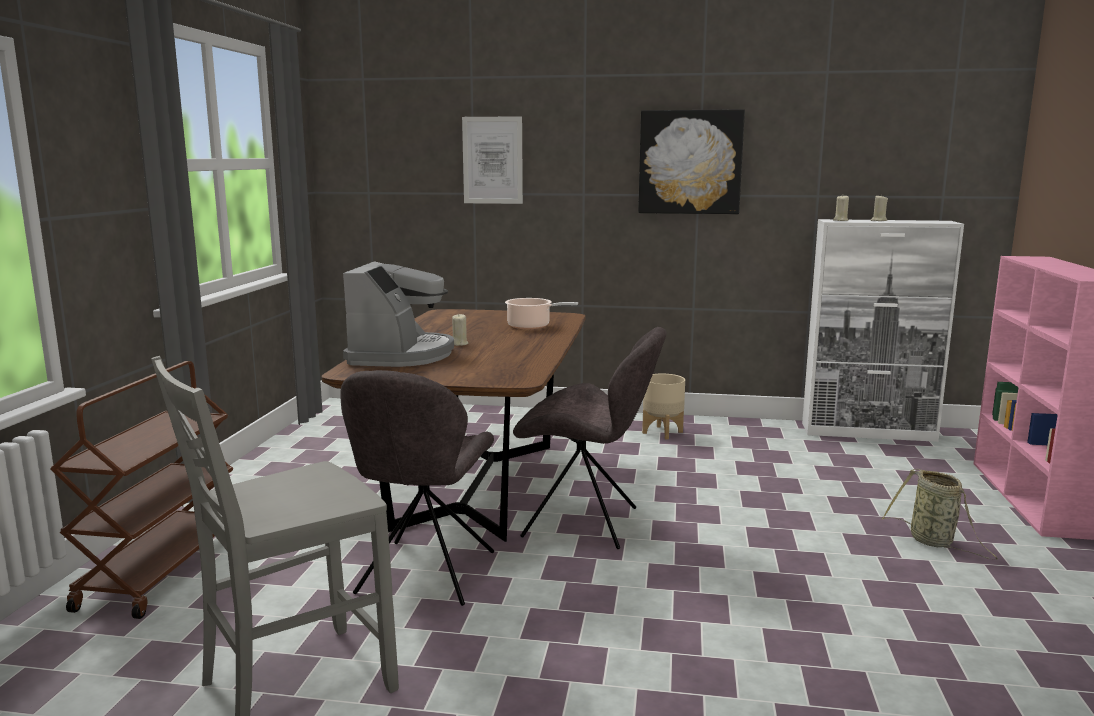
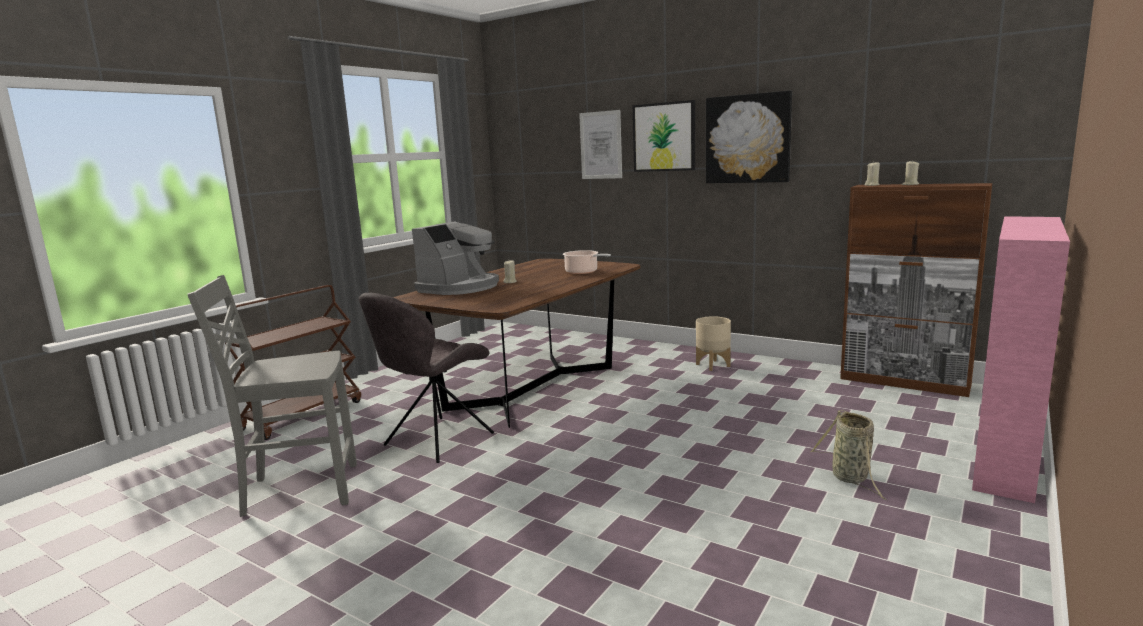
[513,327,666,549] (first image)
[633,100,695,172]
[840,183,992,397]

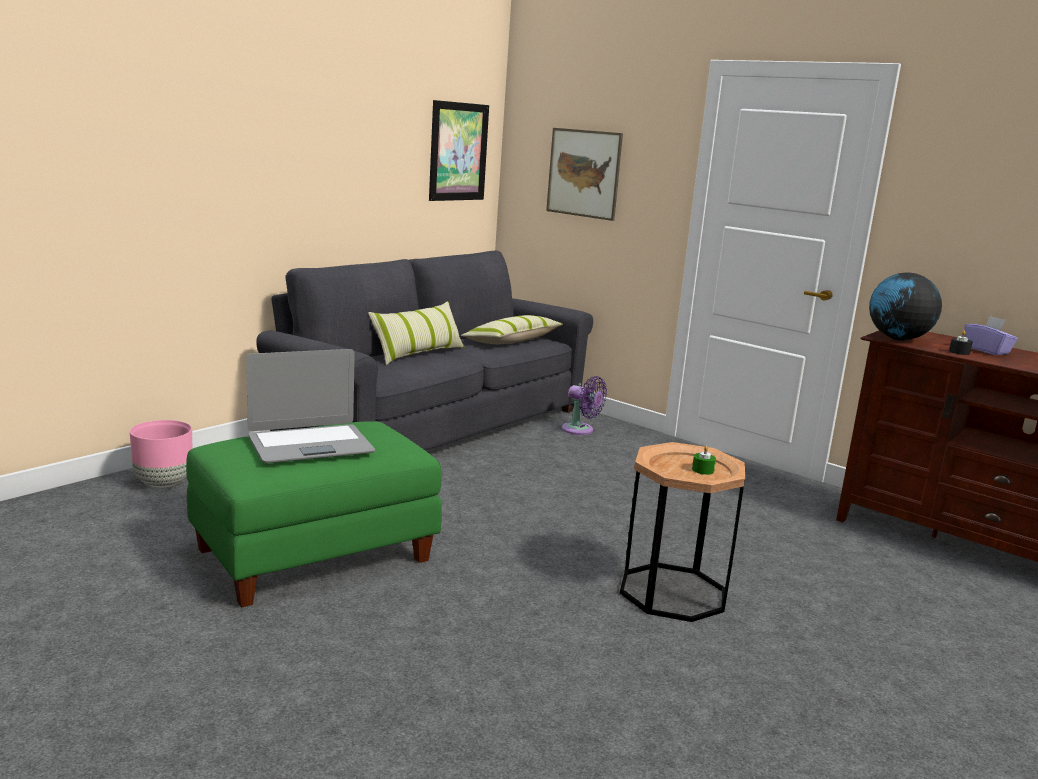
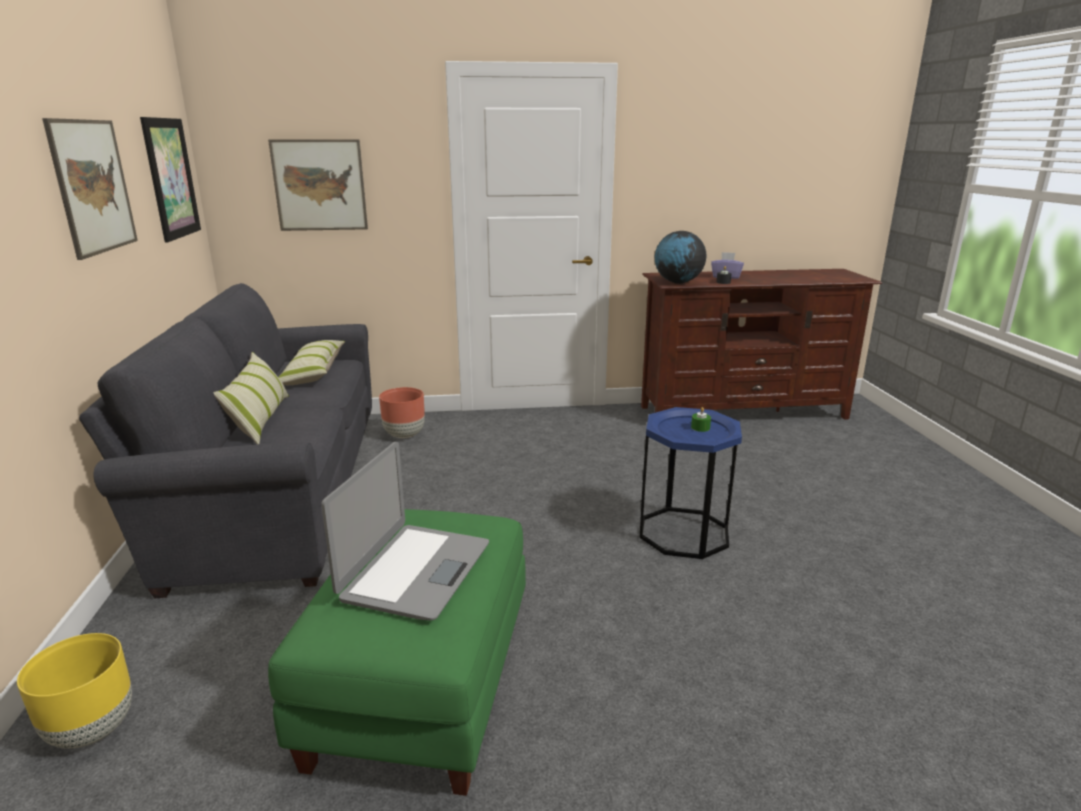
[42,118,138,260]
[379,387,425,438]
[17,633,132,748]
[639,407,742,559]

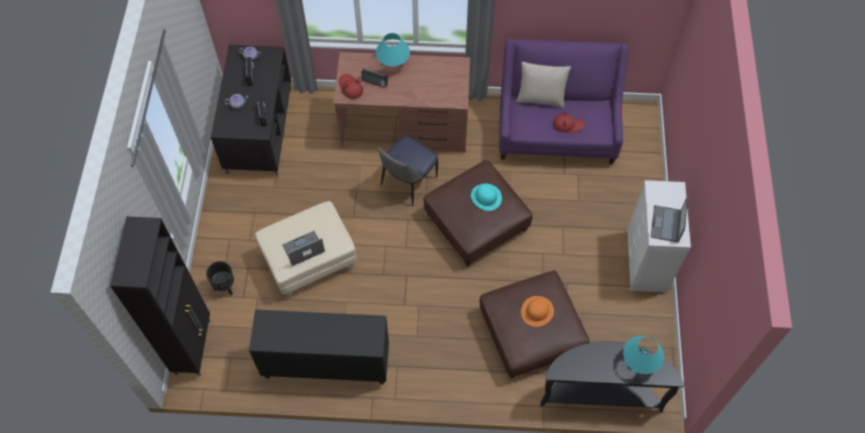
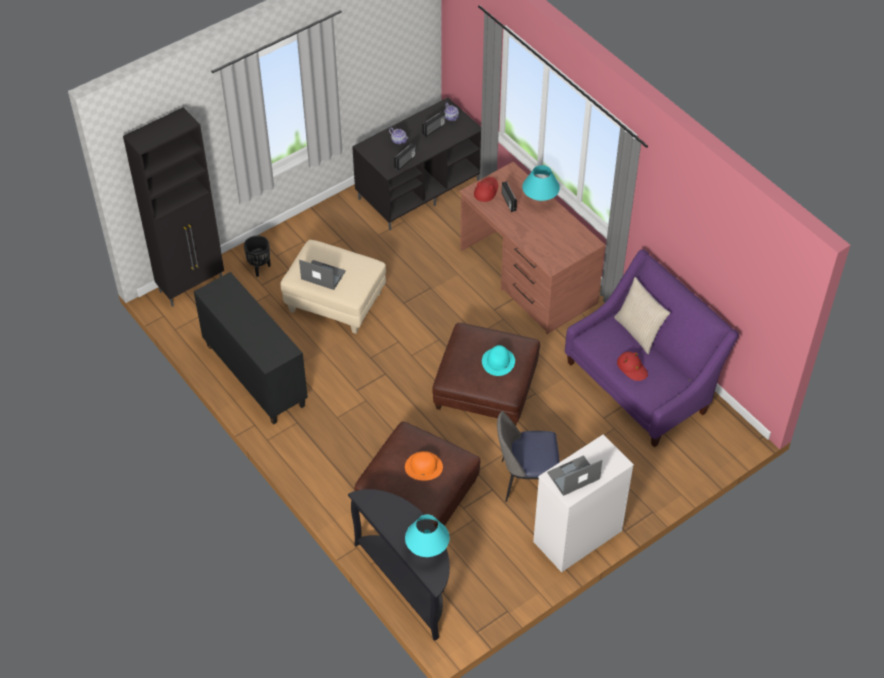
[497,411,560,502]

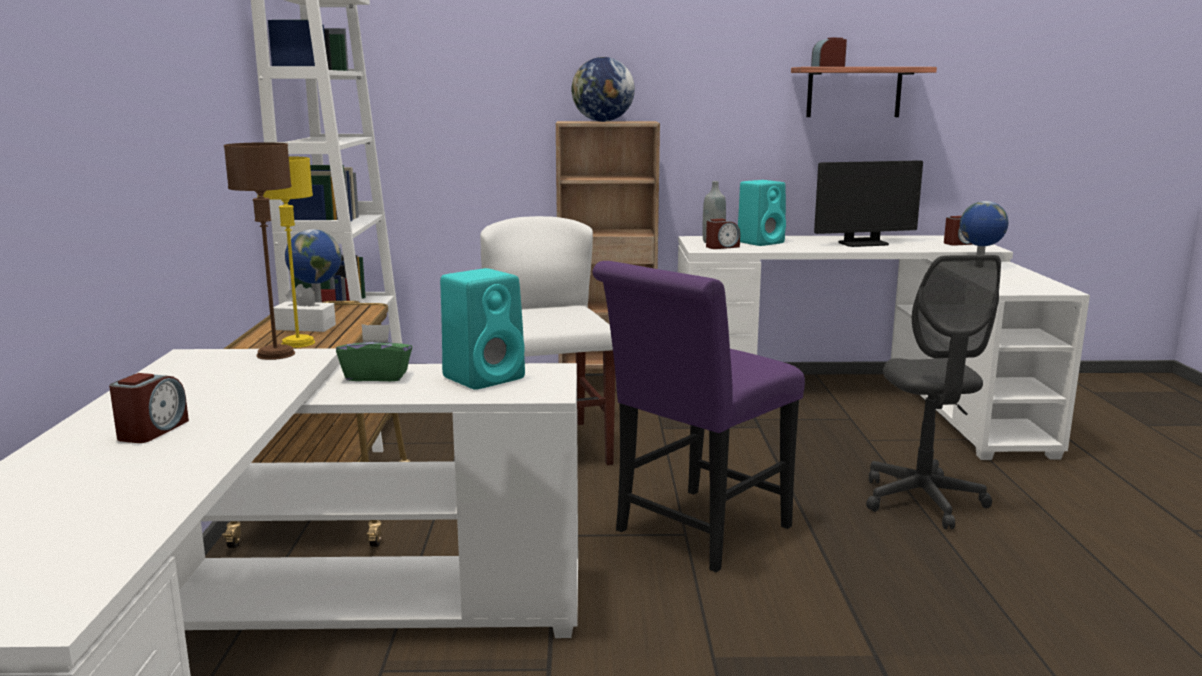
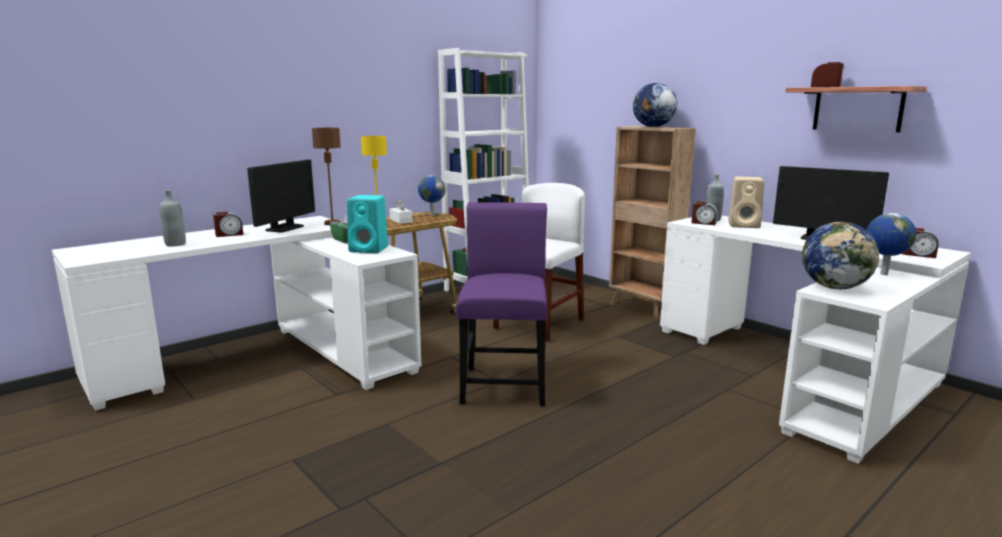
[866,255,1001,529] (first image)
[160,190,186,247]
[247,160,315,232]
[802,222,879,289]
[728,177,764,228]
[456,202,547,407]

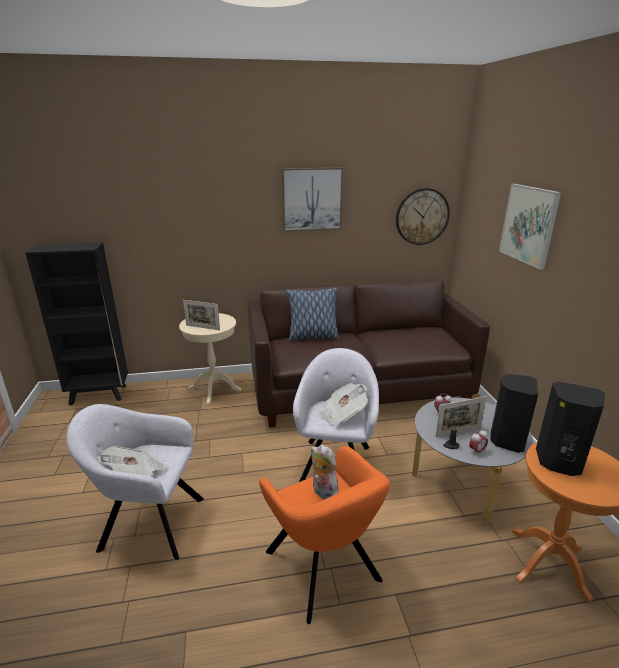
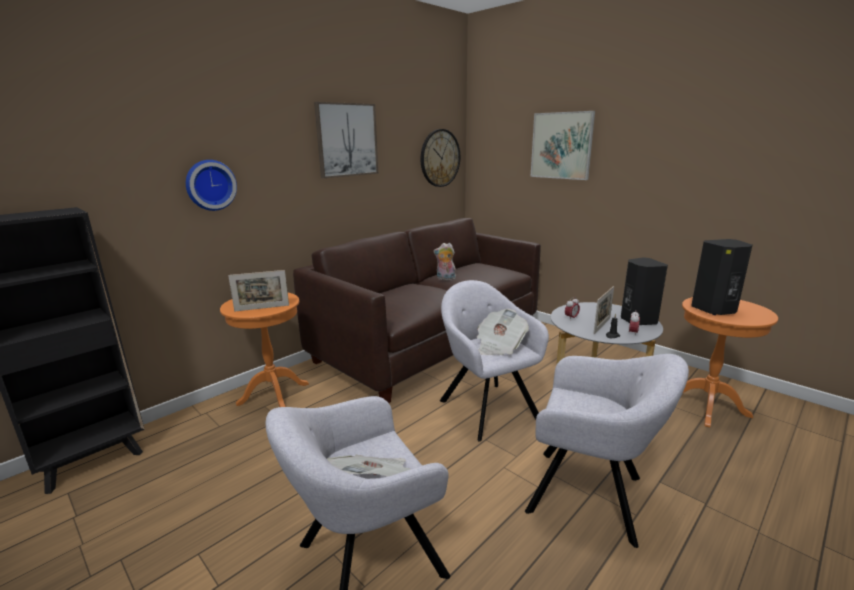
[285,287,339,341] (first image)
[186,160,237,211]
[434,243,457,281]
[220,293,309,407]
[525,354,689,548]

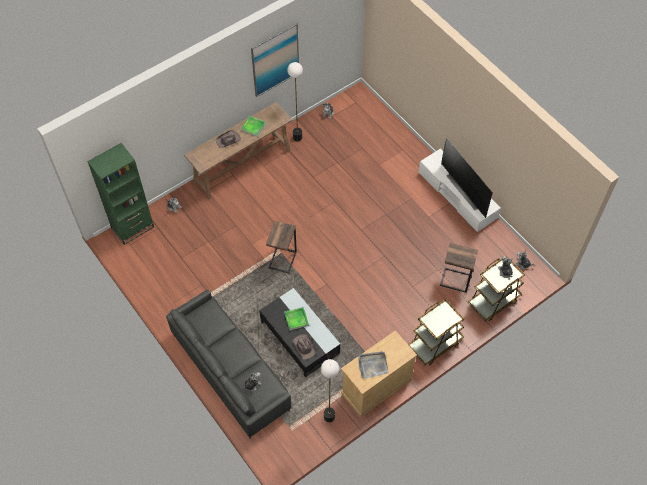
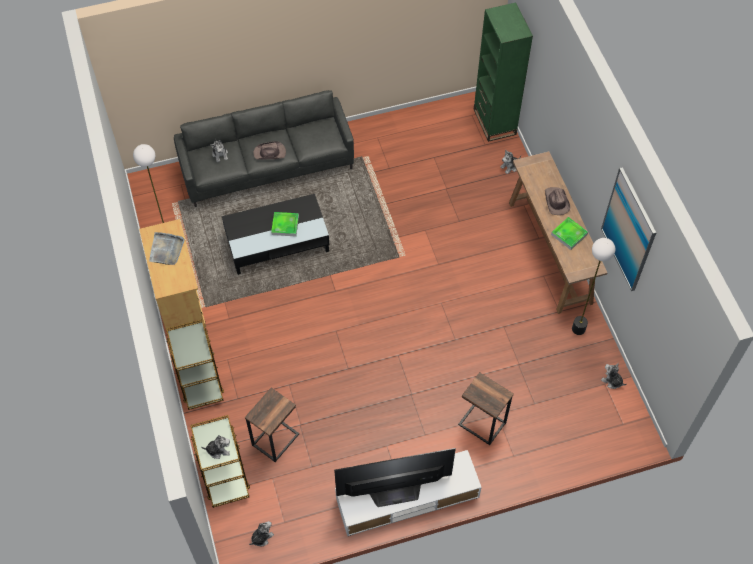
[458,372,514,445]
[253,141,286,160]

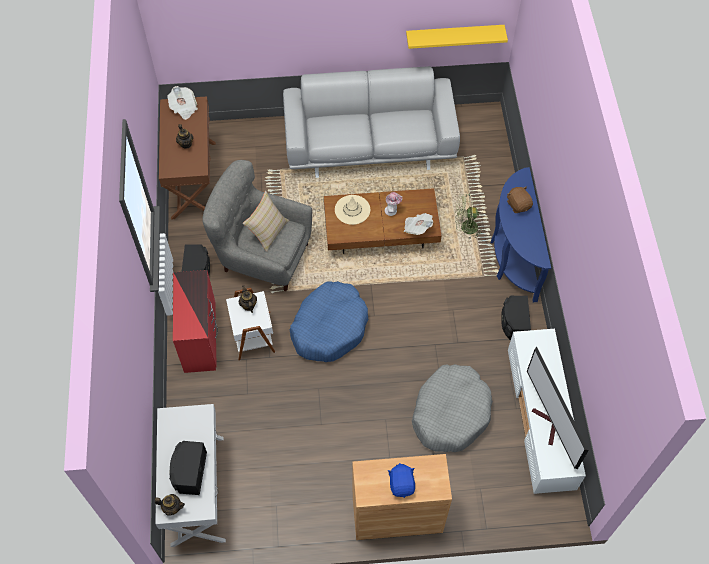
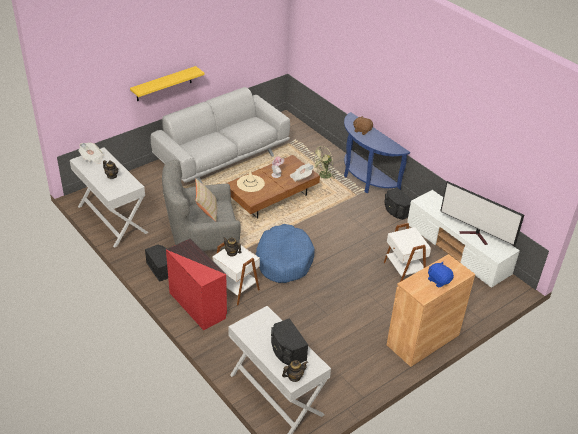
[130,66,205,101]
[383,223,431,282]
[70,147,148,248]

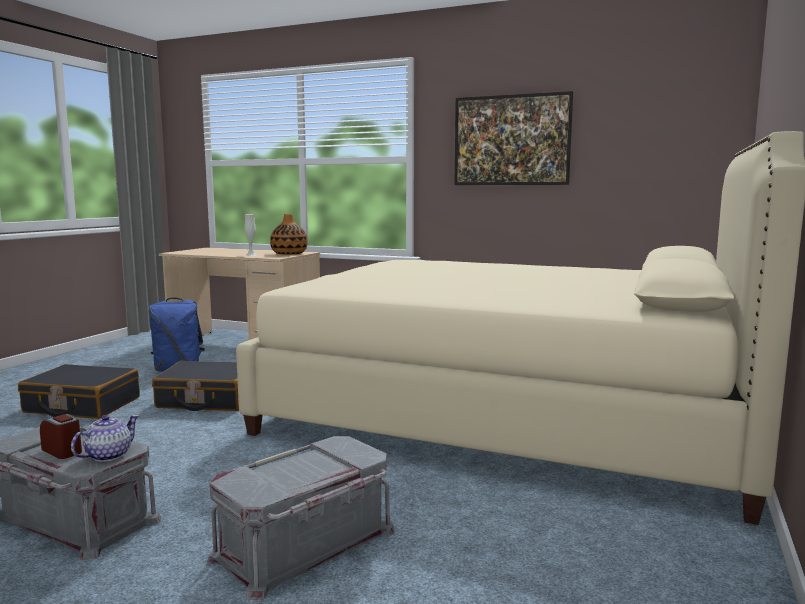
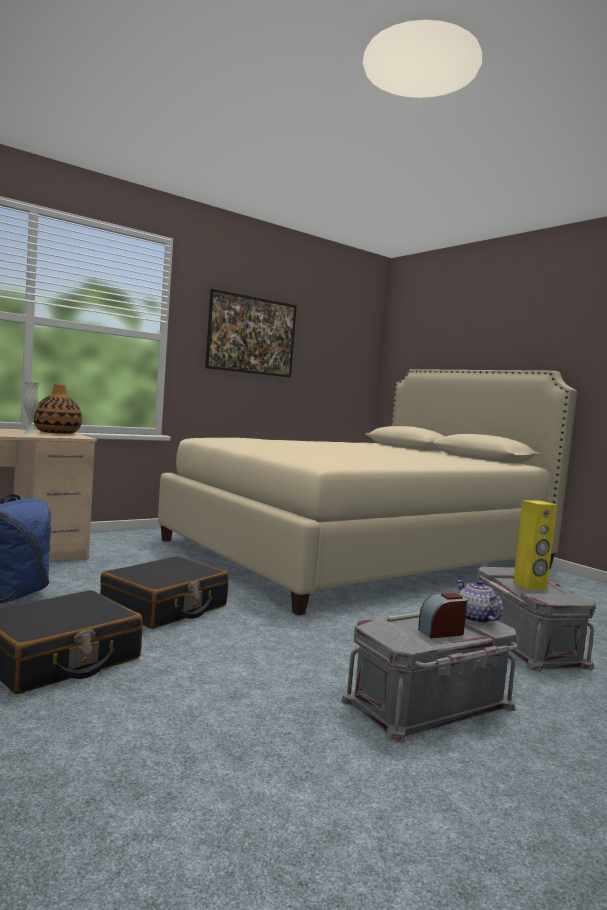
[513,500,557,590]

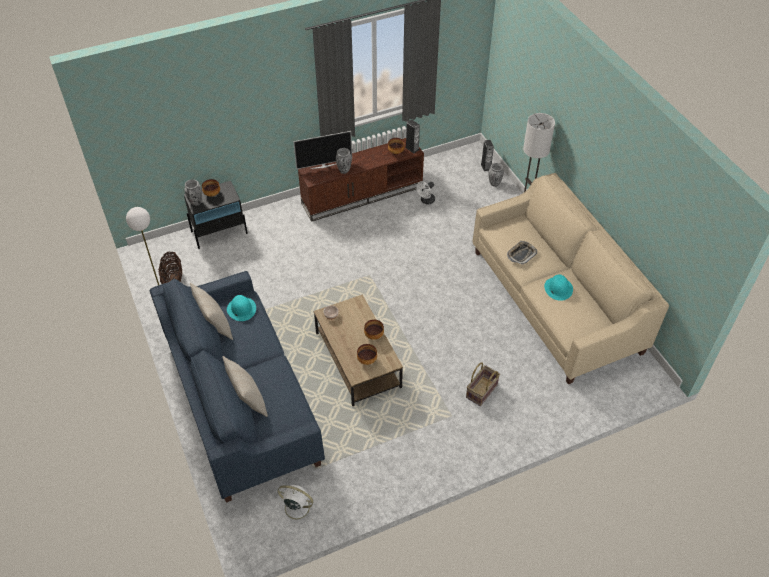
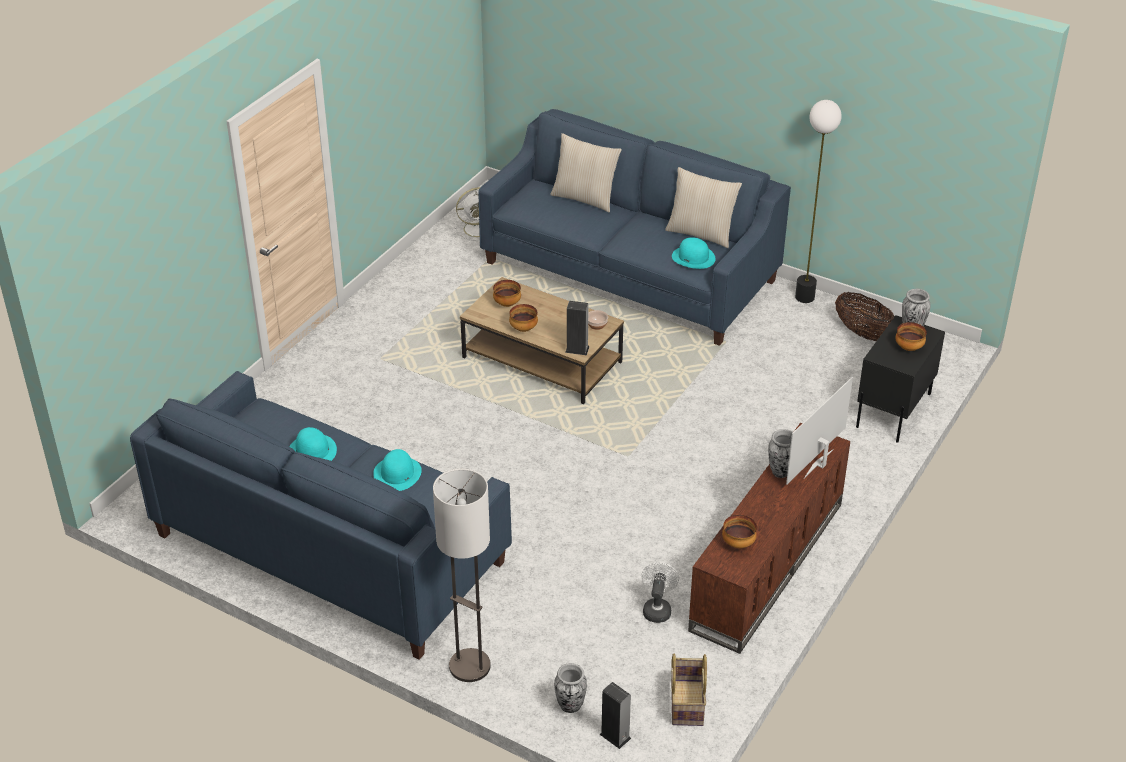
[565,301,590,355]
[671,654,707,726]
[373,449,422,491]
[130,371,512,660]

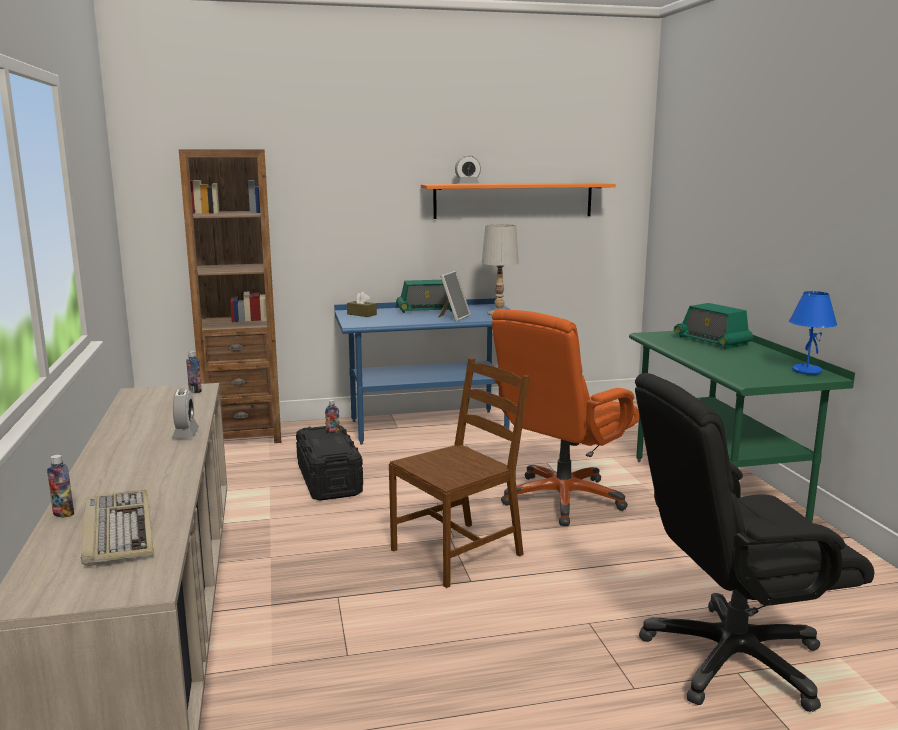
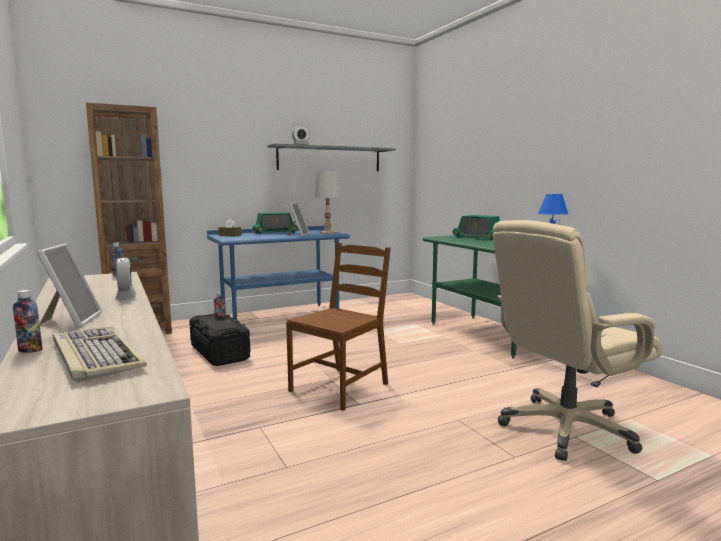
[492,309,639,526] (first image)
[37,244,102,327]
[267,143,396,171]
[492,220,662,461]

